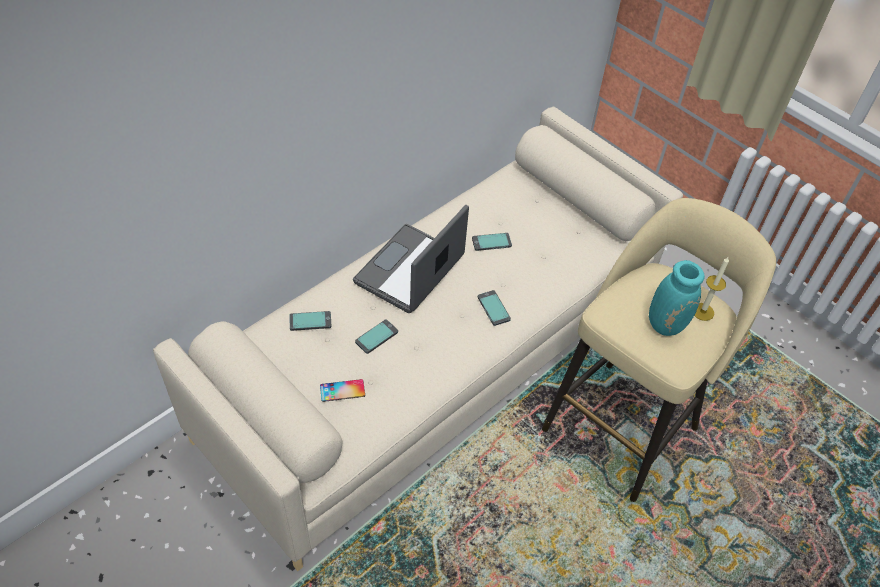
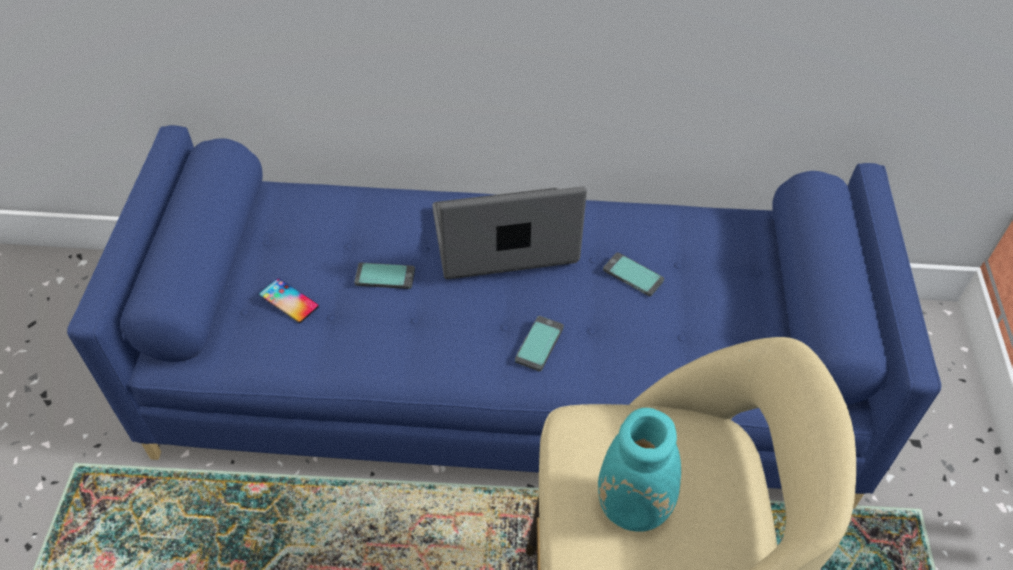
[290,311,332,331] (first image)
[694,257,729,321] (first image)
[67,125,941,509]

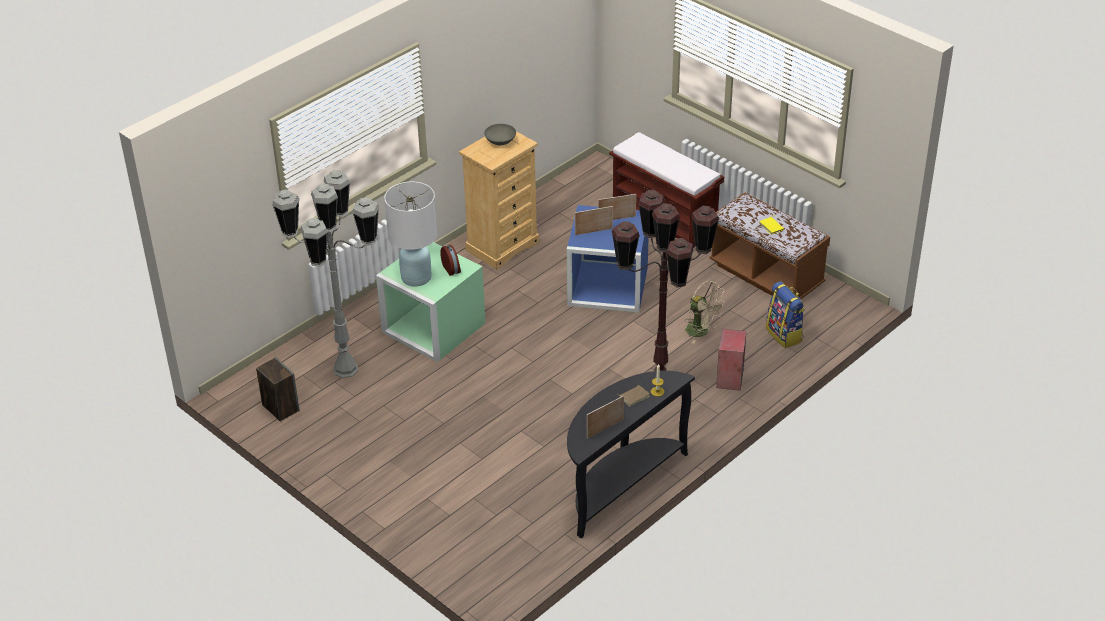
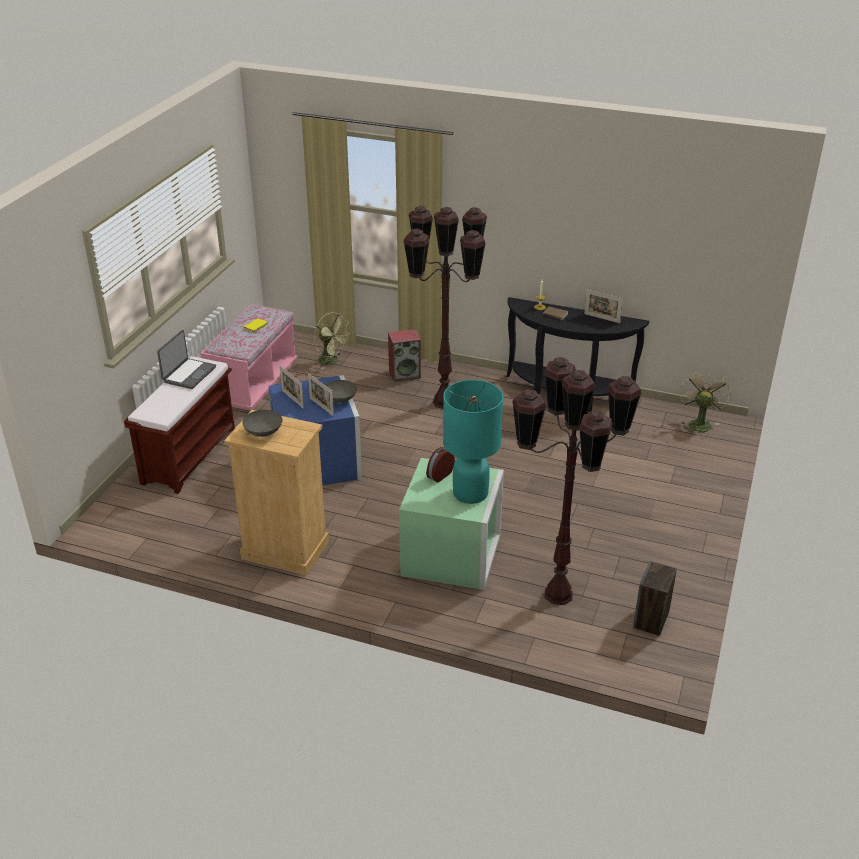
[157,330,216,389]
[325,380,357,403]
[680,370,731,435]
[314,312,351,369]
[512,357,642,605]
[443,380,503,504]
[201,305,298,411]

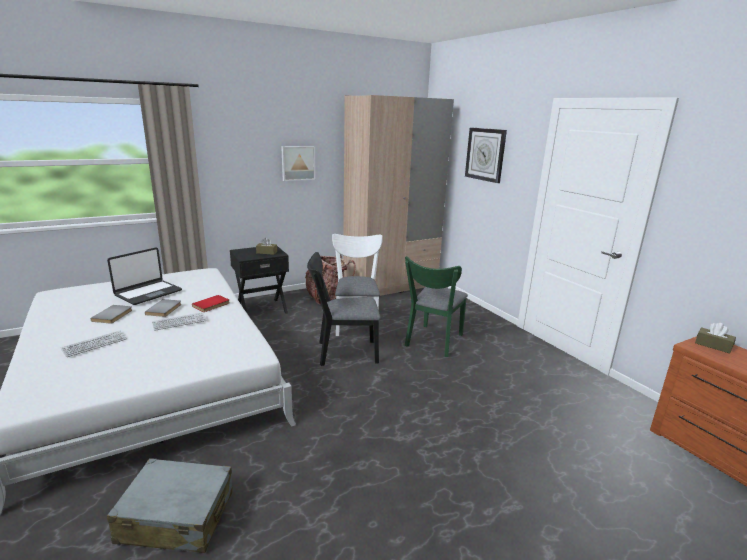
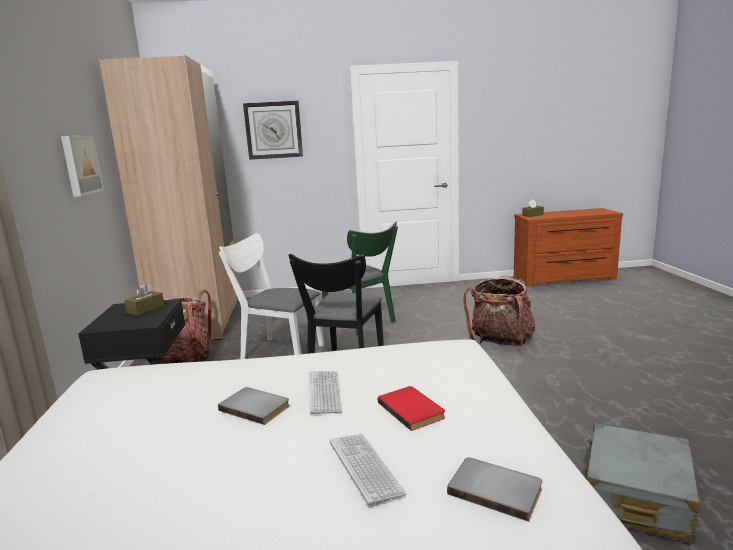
[107,247,182,305] (first image)
[463,275,535,347]
[447,457,542,522]
[378,386,445,431]

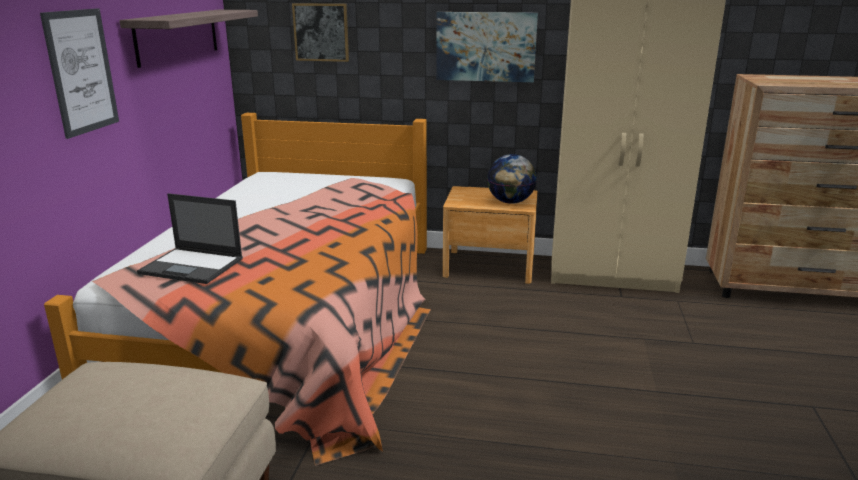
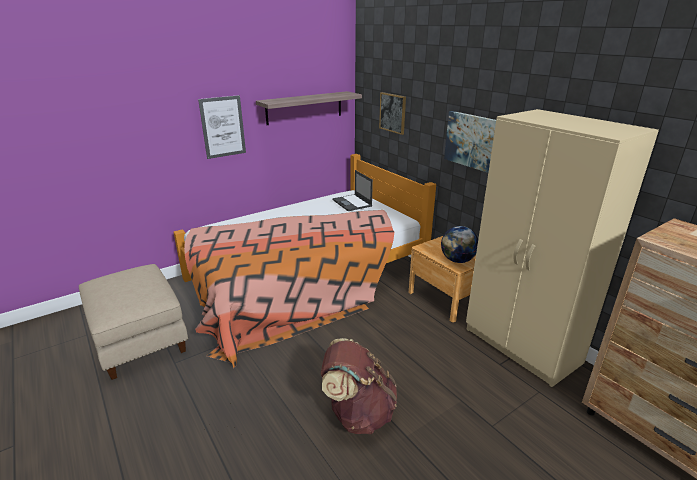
[321,338,397,434]
[332,170,373,211]

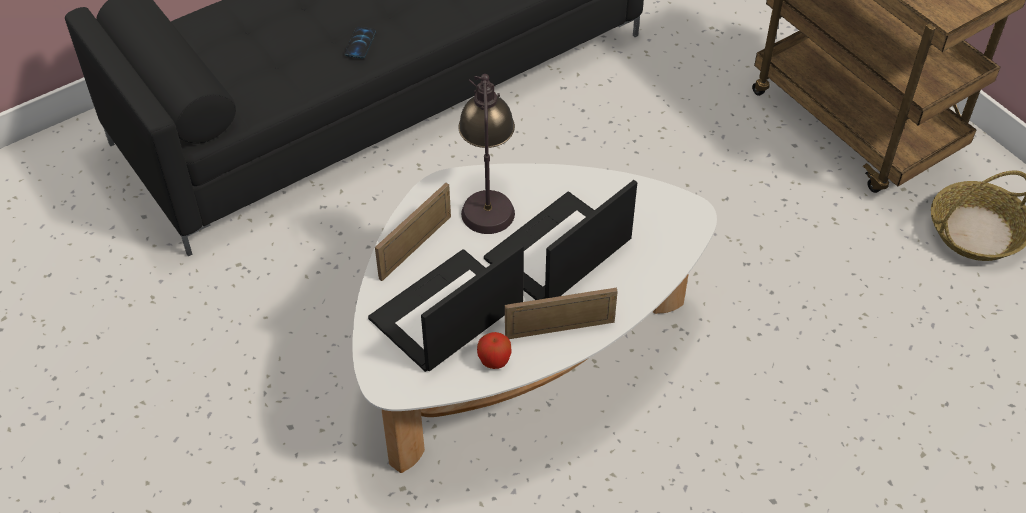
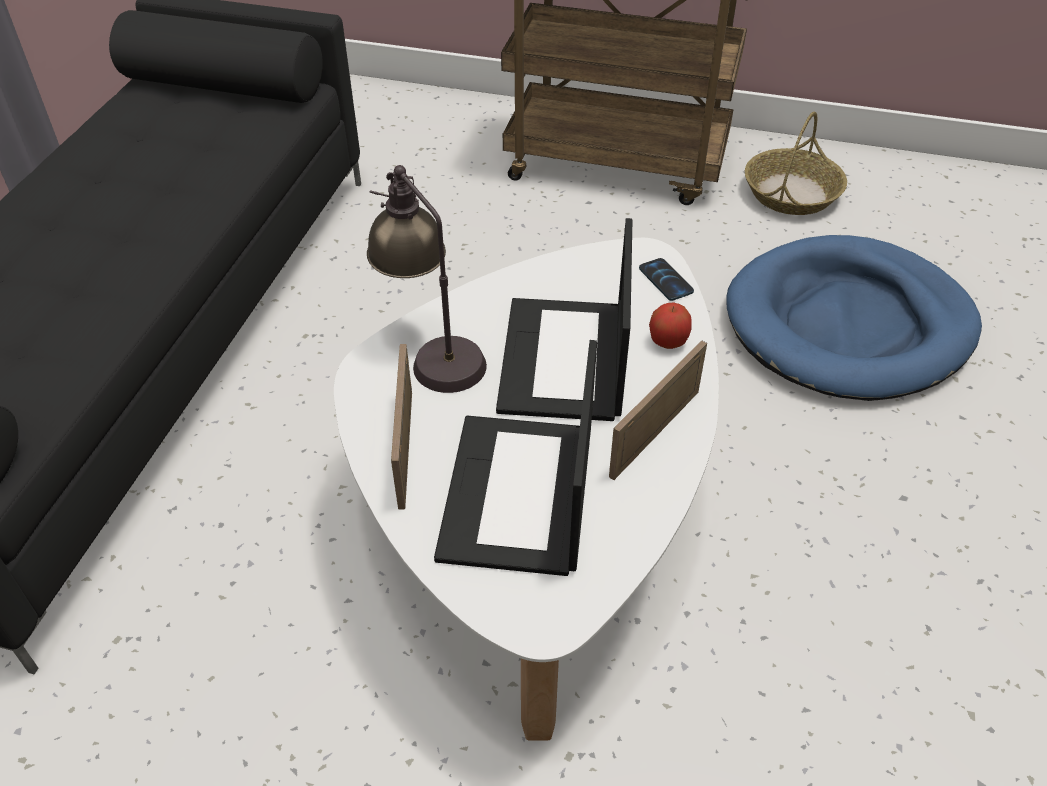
[726,235,982,401]
[639,258,694,301]
[649,302,692,349]

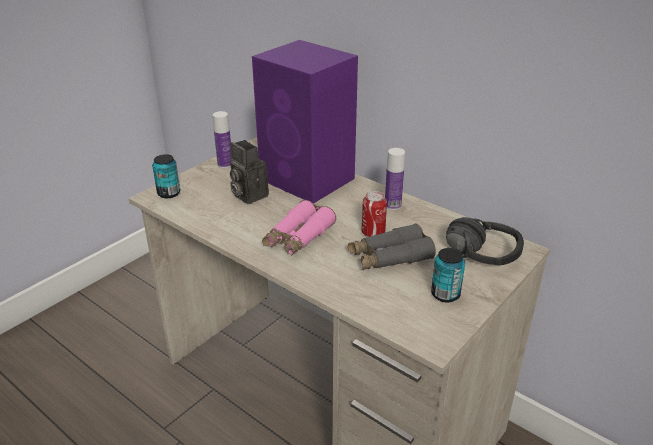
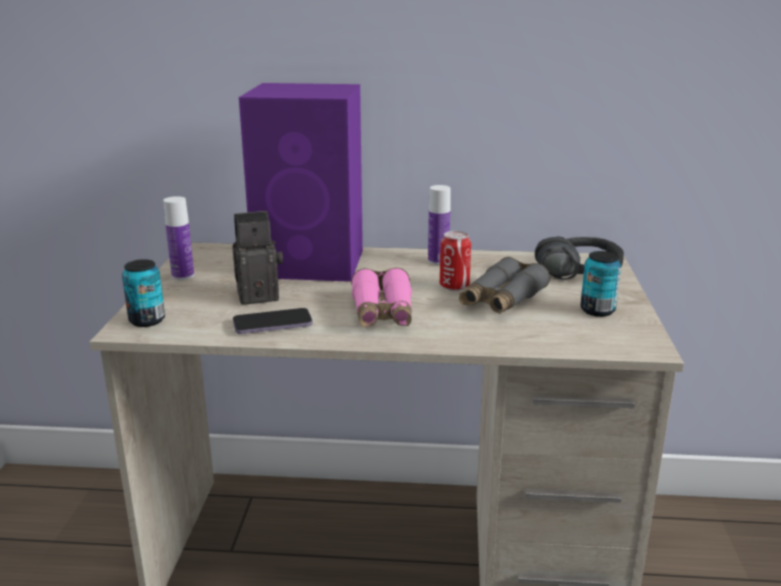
[233,308,313,334]
[232,211,283,305]

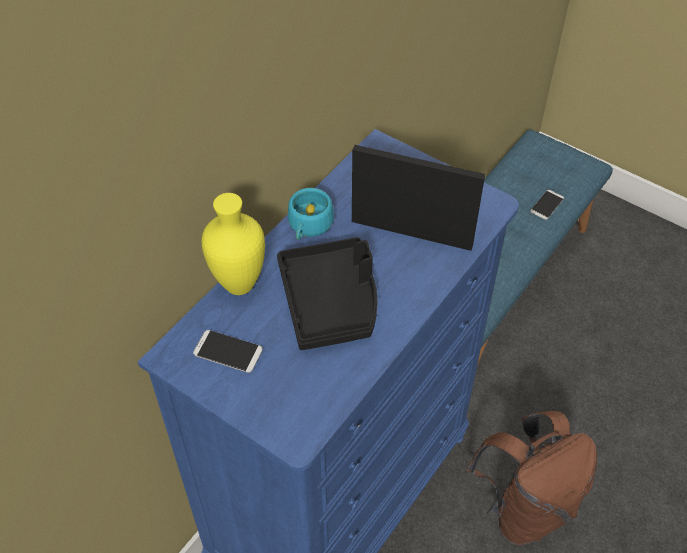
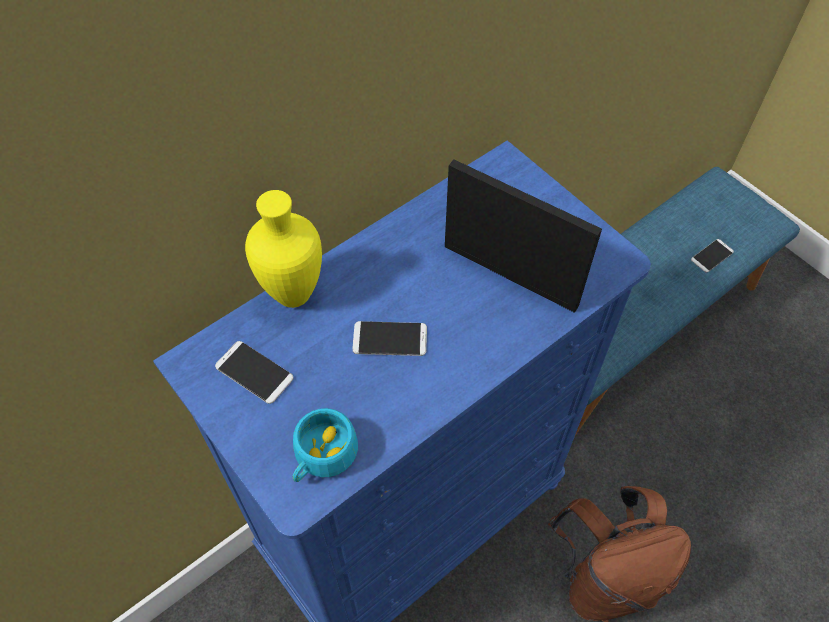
[292,408,358,482]
[352,321,427,356]

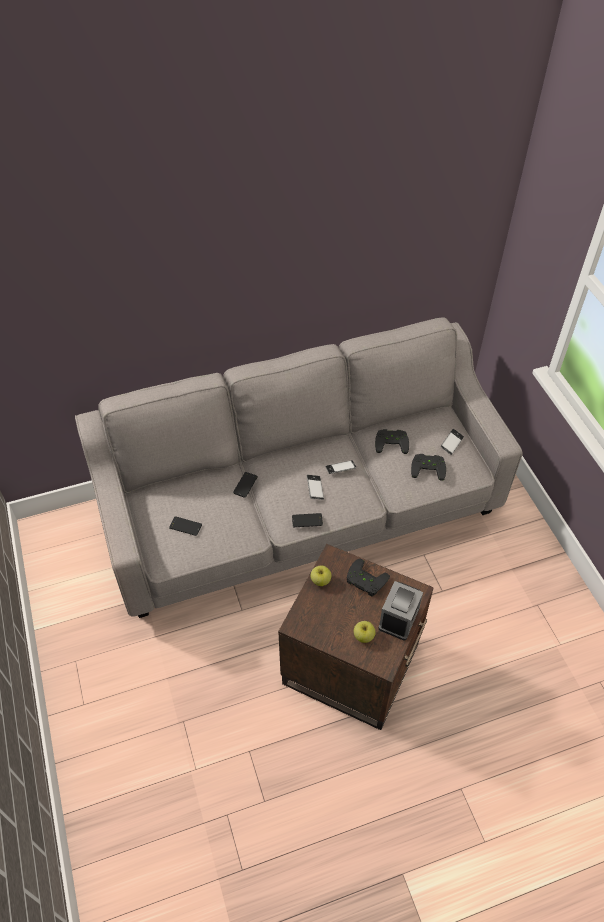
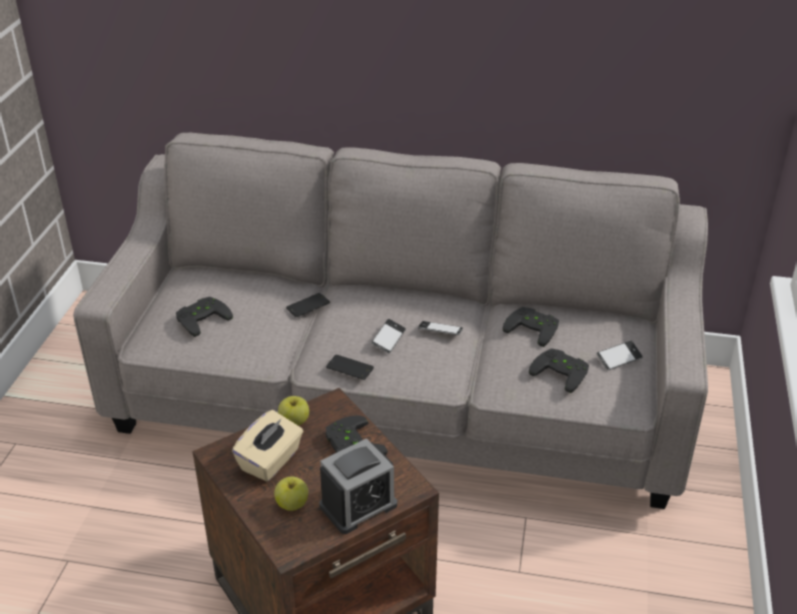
[232,410,303,481]
[176,297,233,337]

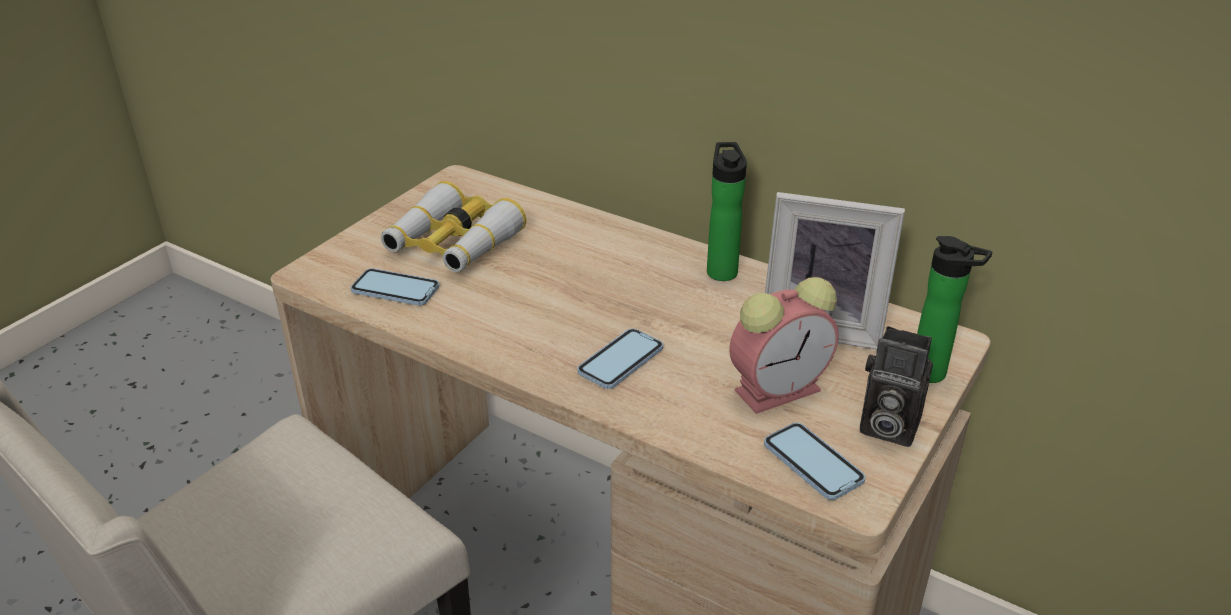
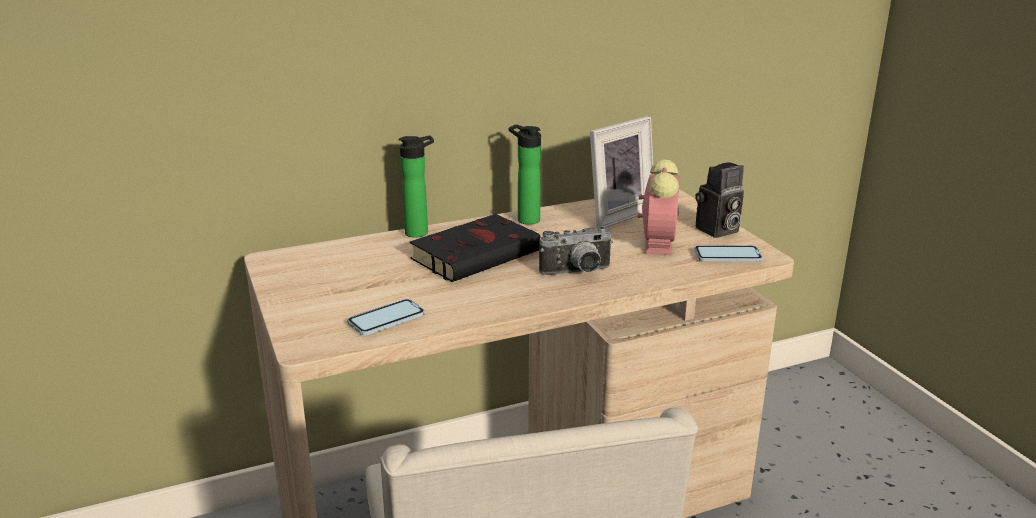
[381,181,526,272] (first image)
[410,214,541,282]
[399,135,434,238]
[539,227,613,275]

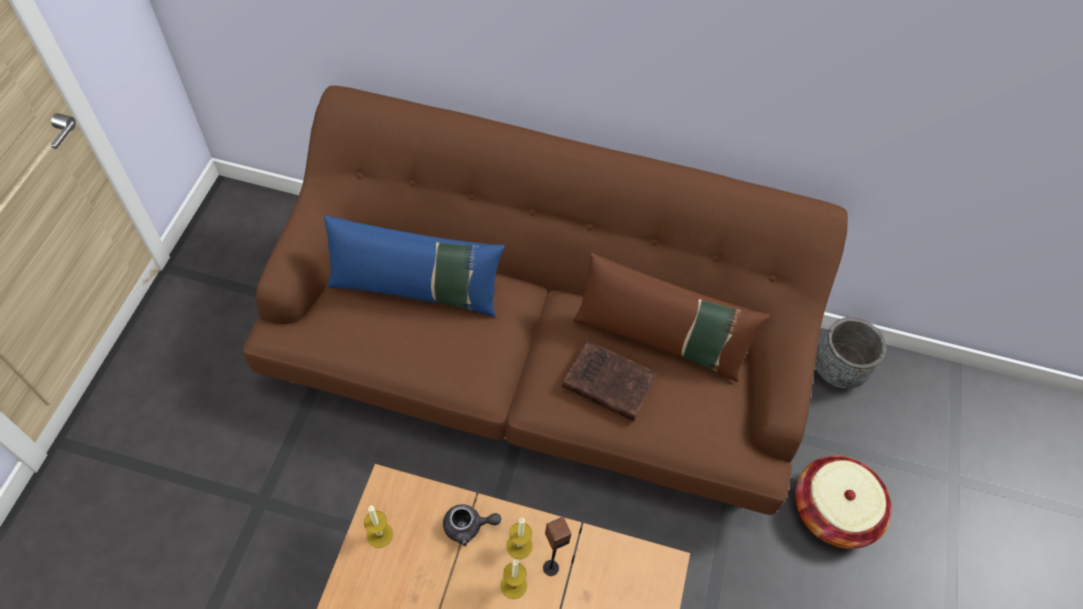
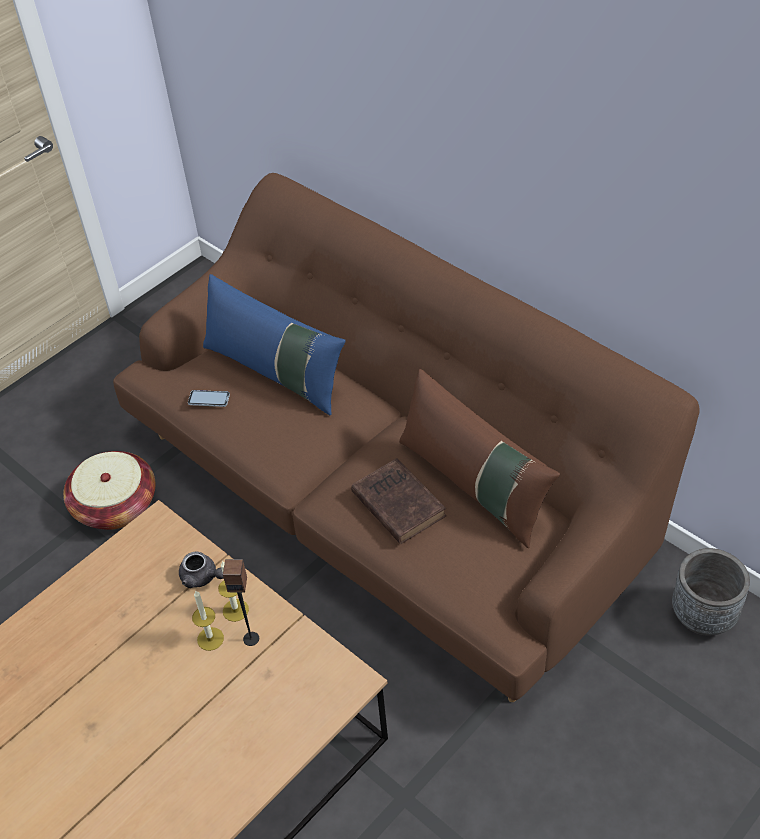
[364,506,393,548] (first image)
[188,390,230,407]
[63,451,156,530]

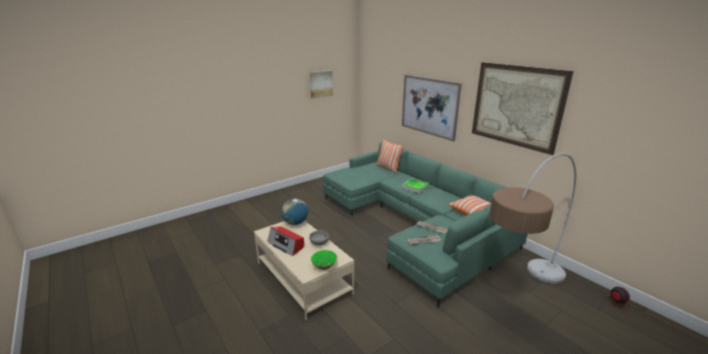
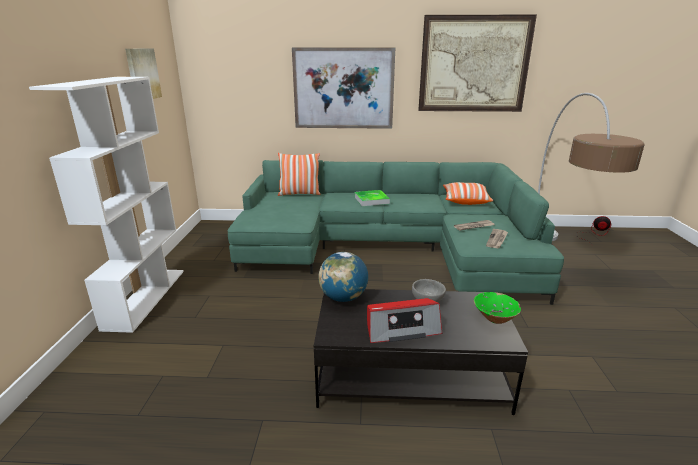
[29,77,184,333]
[314,289,528,415]

